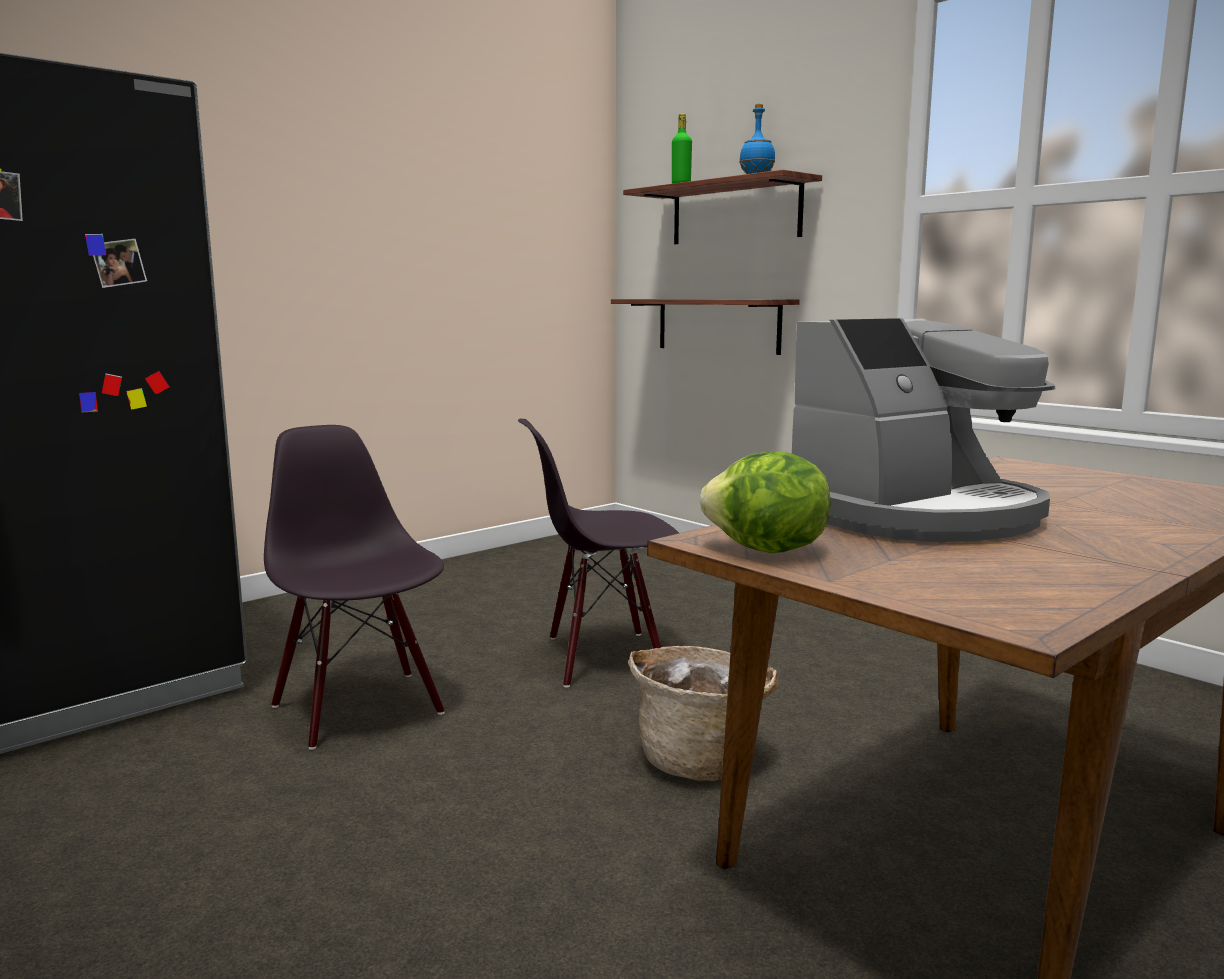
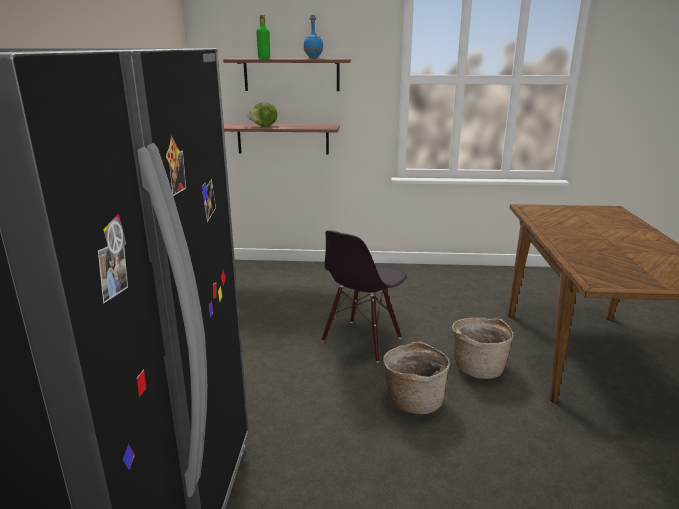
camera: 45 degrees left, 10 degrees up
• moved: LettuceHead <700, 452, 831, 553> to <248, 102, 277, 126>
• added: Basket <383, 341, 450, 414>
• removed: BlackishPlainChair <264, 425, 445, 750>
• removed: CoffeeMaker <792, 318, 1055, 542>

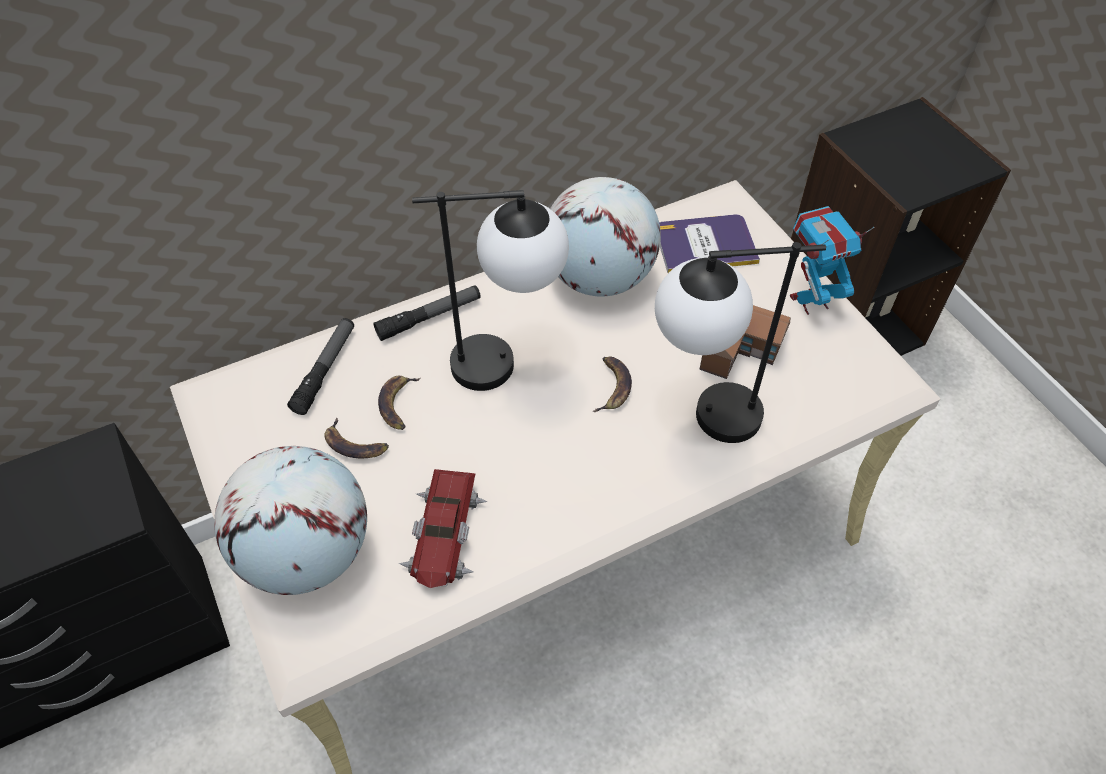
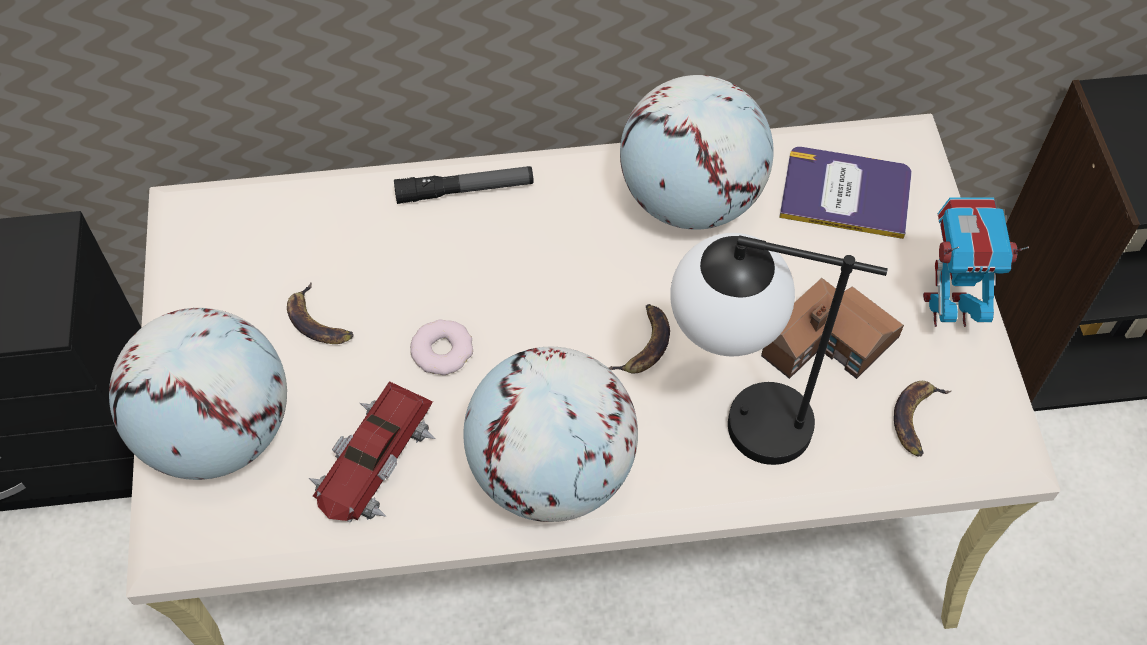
camera: 20 degrees right, 5 degrees up
• added: RingDoughnut <410, 320, 473, 375>
• added: WorldGlobe <463, 347, 638, 522>
• moved: BananaFruit <378, 376, 421, 430> to <894, 381, 951, 457>
• removed: Flashlight <287, 318, 354, 415>
• removed: TableLamp <412, 190, 569, 391>

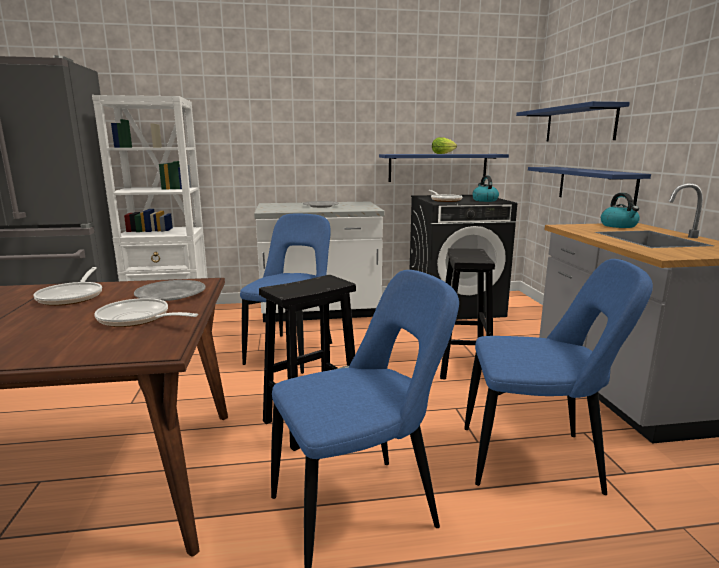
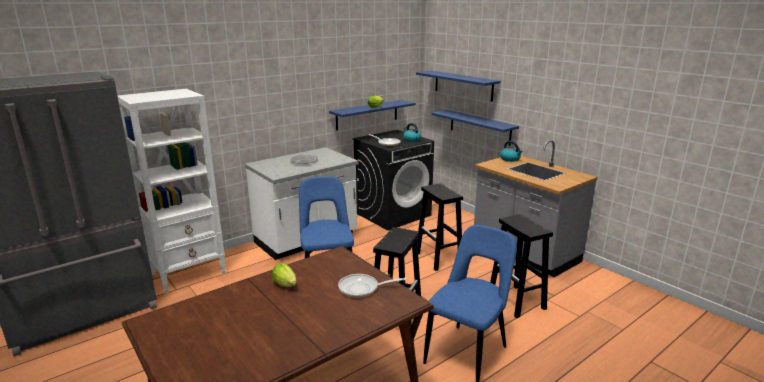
camera: 30 degrees left, 5 degrees up
• replaced: FryingPan <33, 267, 102, 306> to LettuceHead <272, 263, 297, 287>
• replaced: BluishPlainChair <464, 259, 653, 495> to BlackishSittingStool <490, 214, 553, 318>
• removed: GreyishDinnerPlate <134, 280, 206, 301>

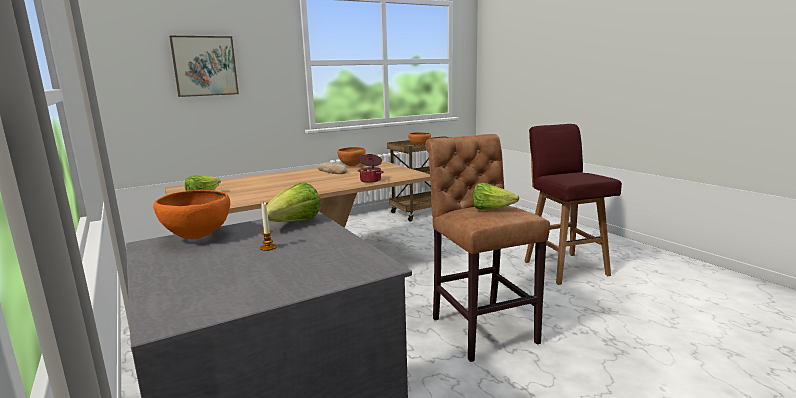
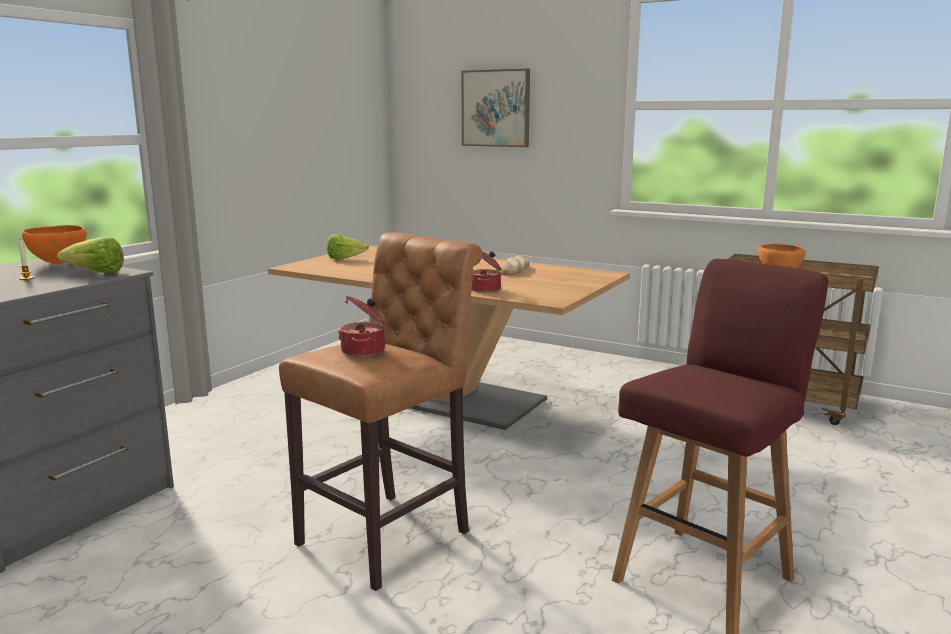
camera: 60 degrees right, 0 degrees up
• replaced: LettuceHead <473, 183, 519, 210> to CookingPot <338, 295, 385, 357>
• removed: OrangeServingBowl <337, 147, 366, 166>

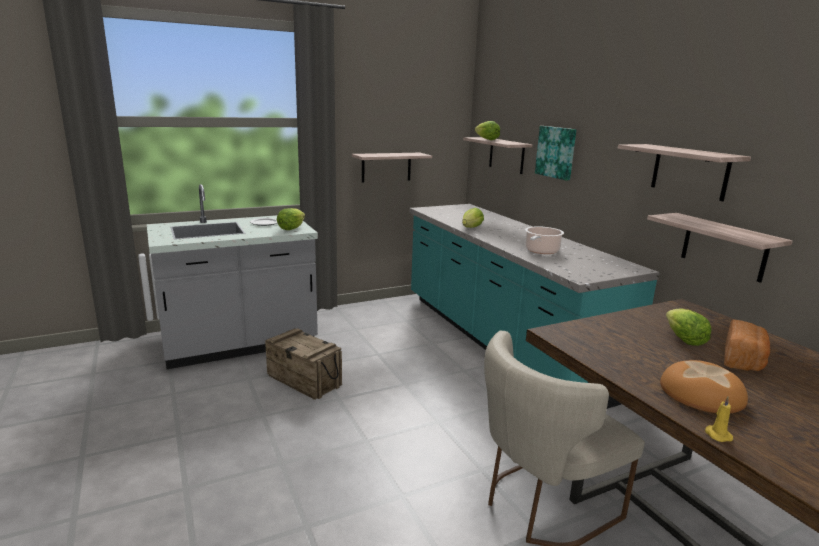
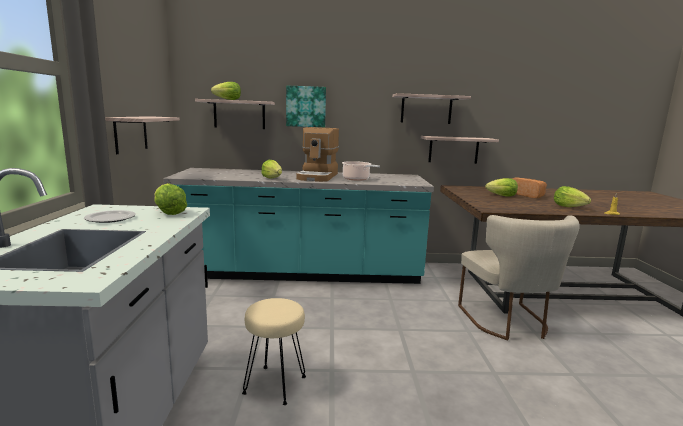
camera: 65 degrees left, 5 degrees down
• replaced: PackingCrate <265, 328, 342, 400> to SandColouredSittingStool <242, 298, 306, 405>
• added: CoffeeMaker <296, 127, 339, 182>
• replaced: BakeryBread <660, 360, 748, 413> to LettuceHead <554, 186, 591, 207>

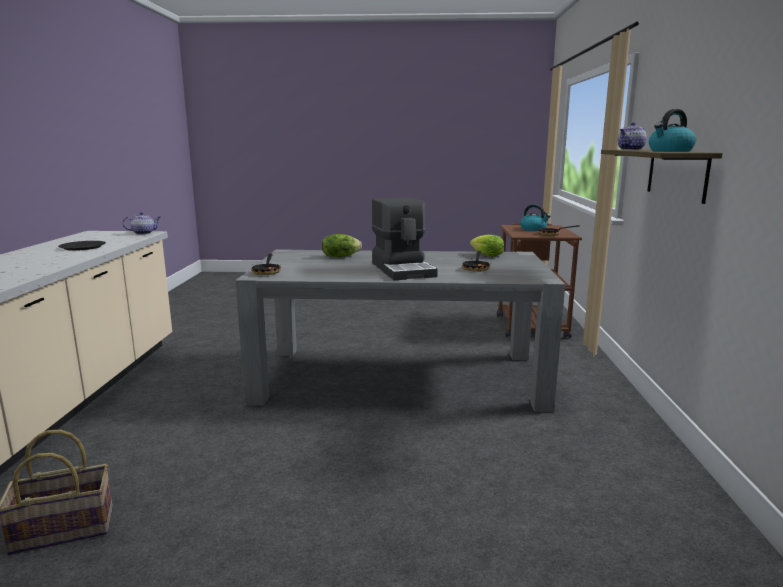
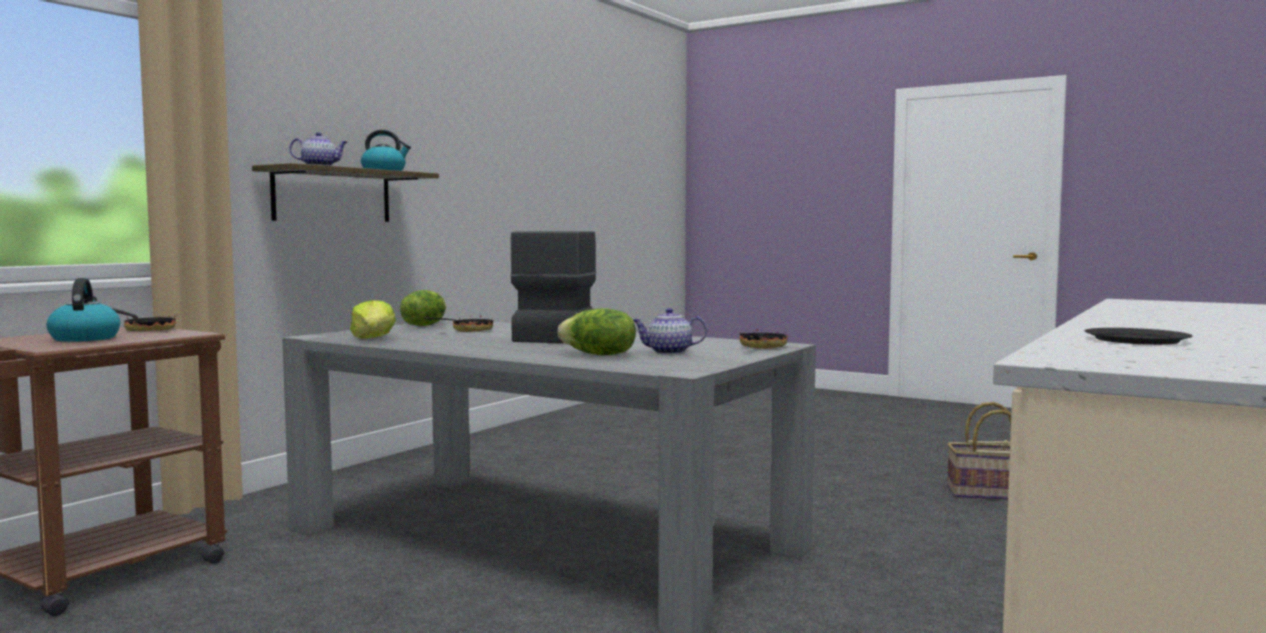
camera: 150 degrees left, 10 degrees down
• added: LettuceHead <400, 290, 446, 326>
• moved: Teapot <122, 212, 160, 234> to <633, 308, 707, 354>

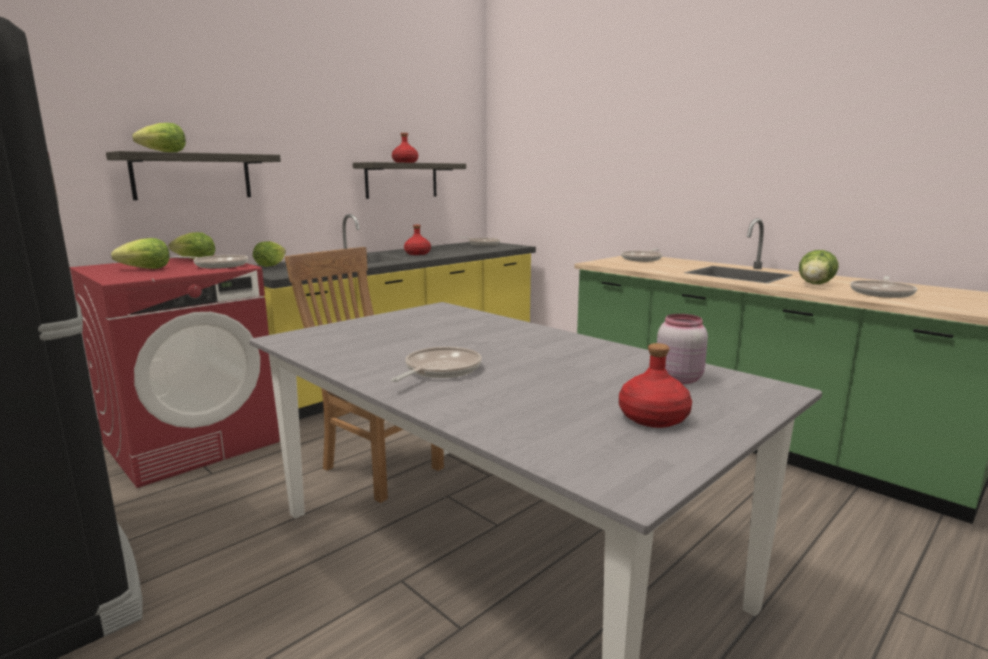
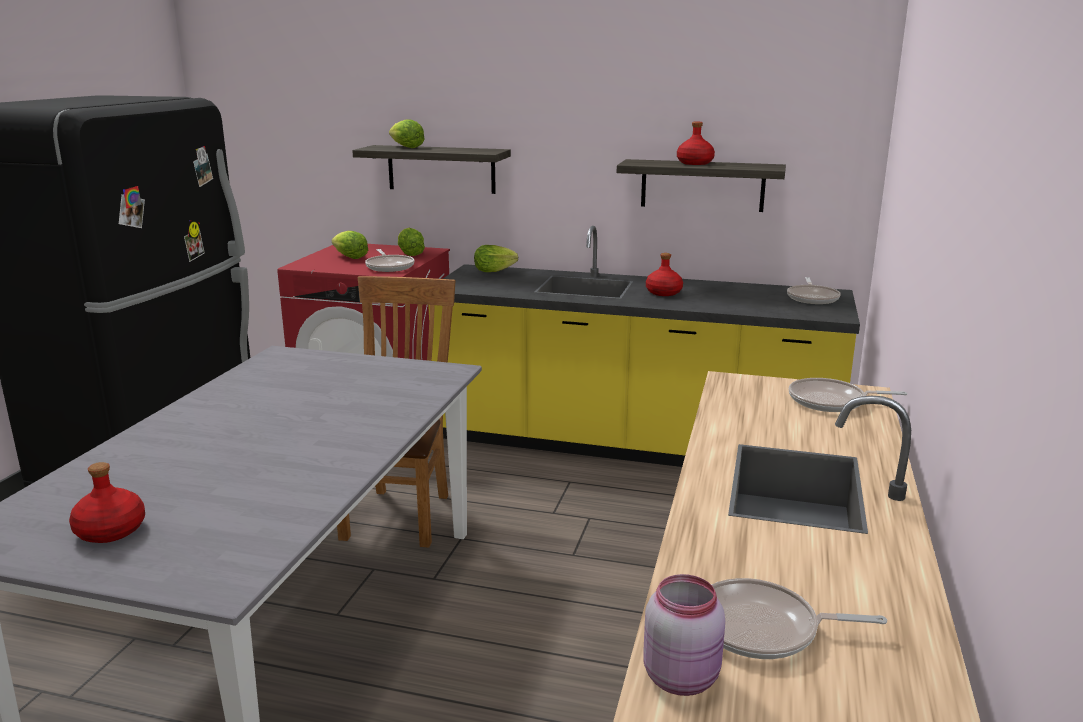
camera: 60 degrees right, 5 degrees up
• moved: PinkColouredPreserveJar <657, 314, 708, 384> to <643, 574, 725, 696>
• removed: FryingPan <391, 347, 482, 382>
• removed: LettuceHead <799, 250, 838, 284>

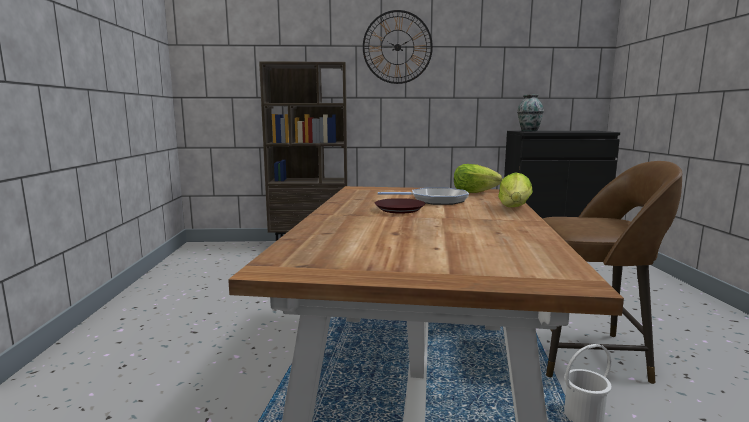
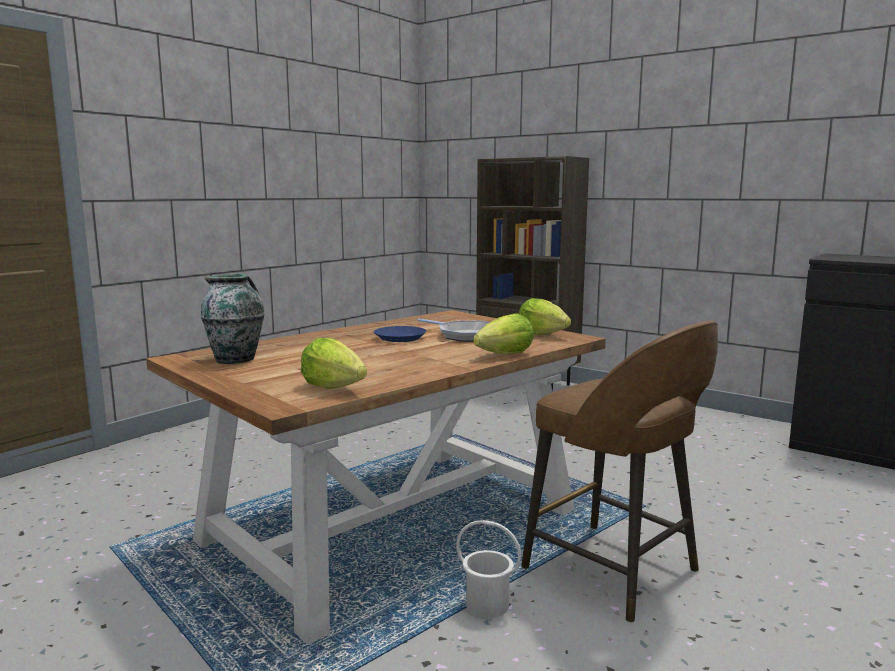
camera: 40 degrees right, 0 degrees up
• moved: FlowerVase <517, 94, 544, 131> to <201, 274, 265, 364>
• added: LettuceHead <301, 338, 367, 389>
• recoloured: BrownDinnerPlate <375, 198, 425, 214> to BluishDinnerPlate <374, 326, 427, 342>
• removed: WallClock <363, 10, 433, 84>

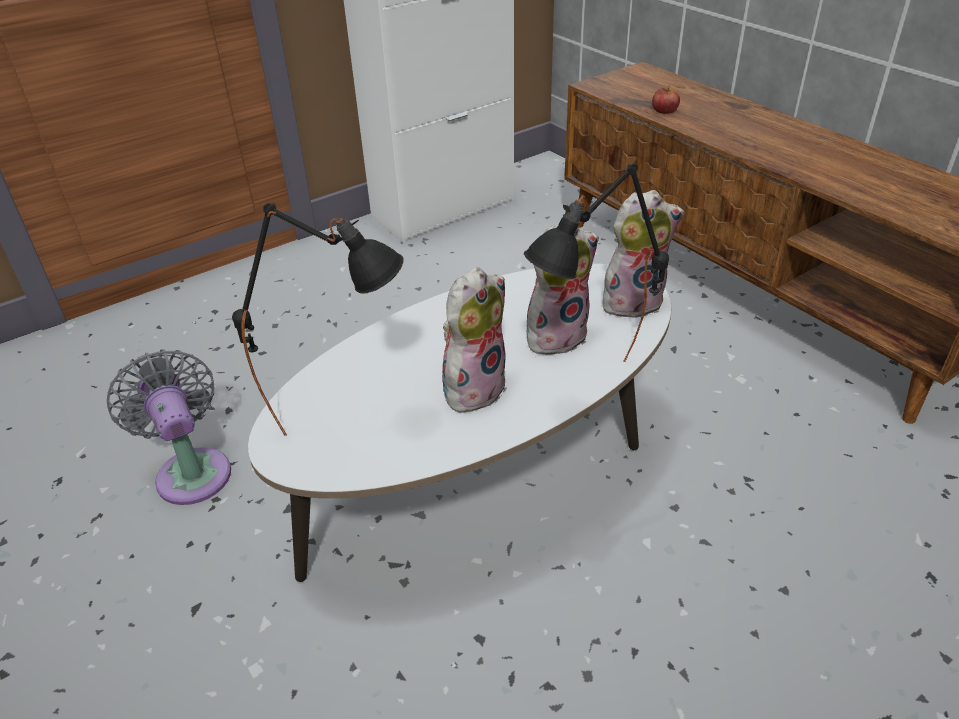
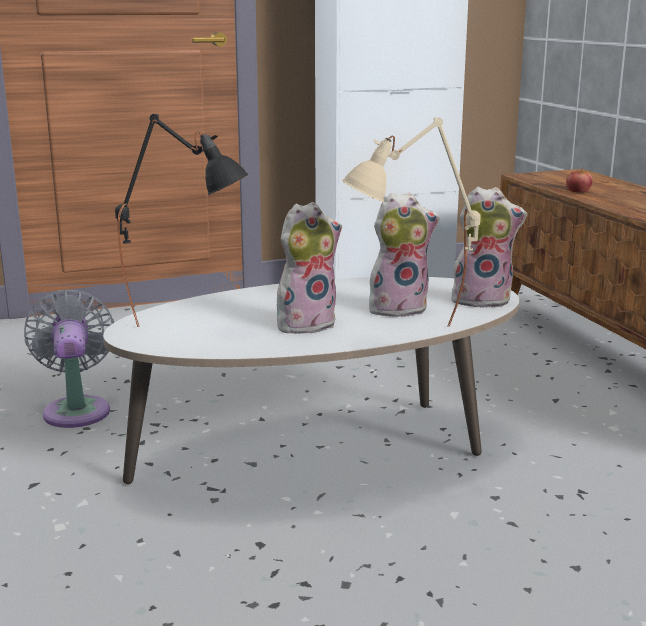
camera: 15 degrees right, 20 degrees down
• recoloured: BlackishTableLamp <524, 163, 669, 362> to SandColouredTableLamp <341, 117, 481, 327>

